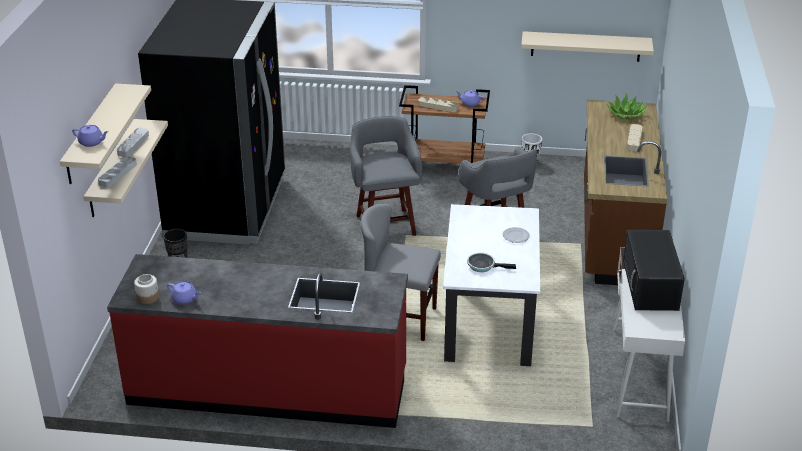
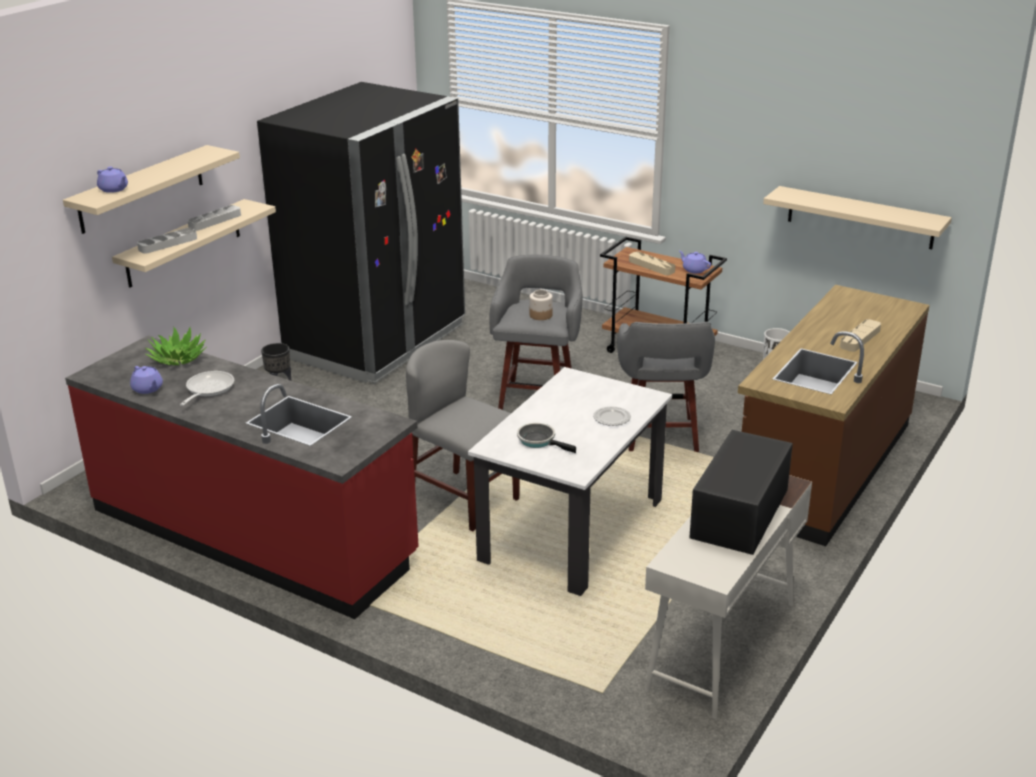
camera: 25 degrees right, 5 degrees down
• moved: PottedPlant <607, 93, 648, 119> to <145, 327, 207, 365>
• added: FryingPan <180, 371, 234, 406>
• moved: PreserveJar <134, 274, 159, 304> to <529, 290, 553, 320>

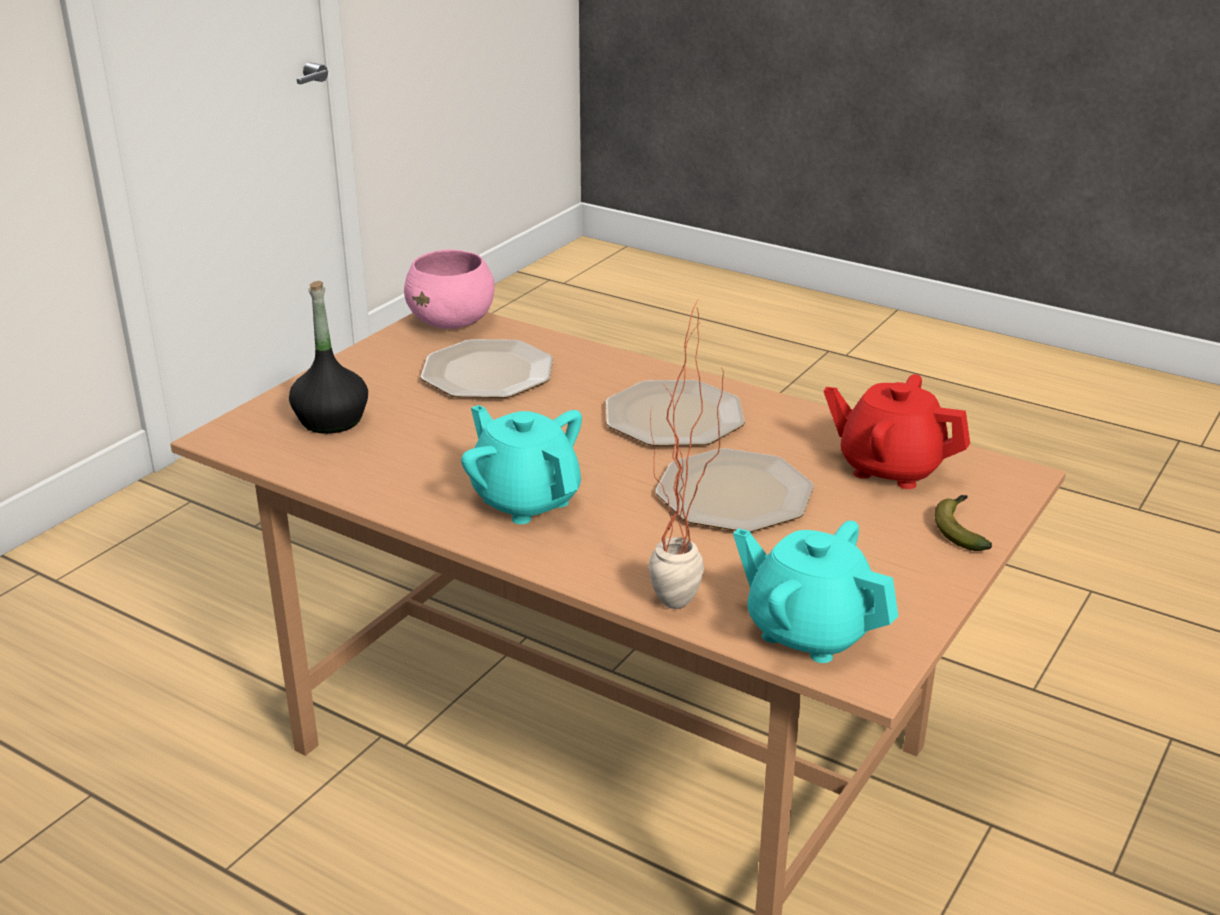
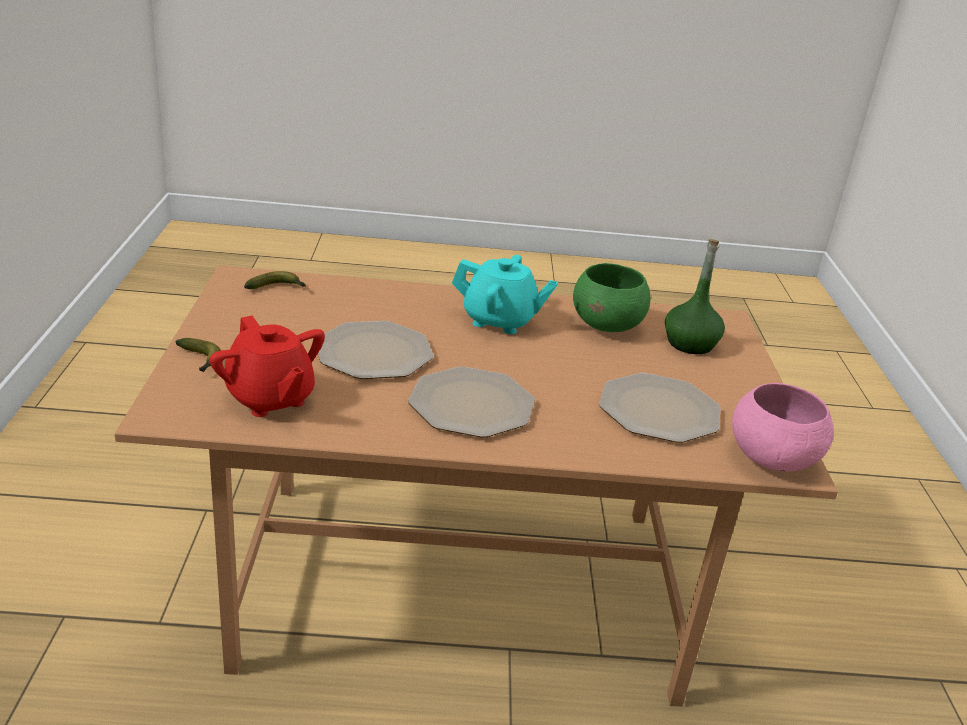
camera: 145 degrees right, 0 degrees up
• turned: RedColouredTeapot <824, 374, 970, 489> = <210, 315, 325, 417> 60 degrees clockwise
• replaced: TurquoiseTeapot <733, 520, 898, 663> to BananaFruit <244, 271, 306, 289>
• added: GreenServingBowl <573, 263, 650, 332>
• recoloured: BlackishBeverageBottle <289, 281, 368, 434> to GreenBeverageBottle <665, 239, 725, 354>
• removed: PottedPlant <648, 300, 724, 609>

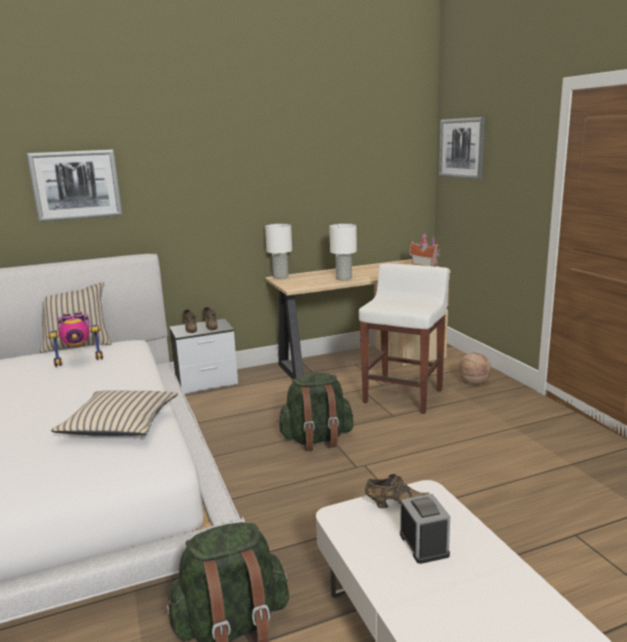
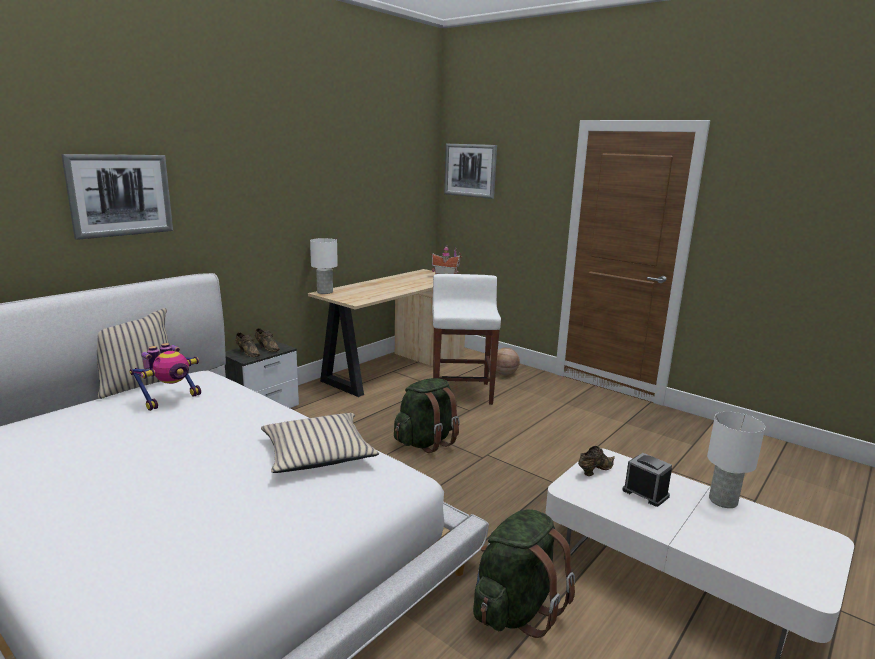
camera: 30 degrees left, 0 degrees up
• moved: WhiteColouredTableLamp <329, 224, 357, 281> to <707, 412, 765, 508>

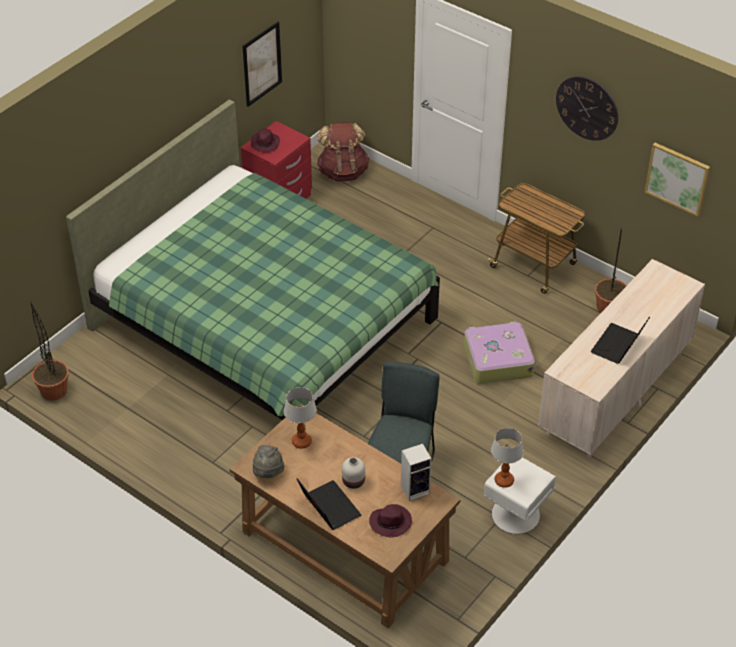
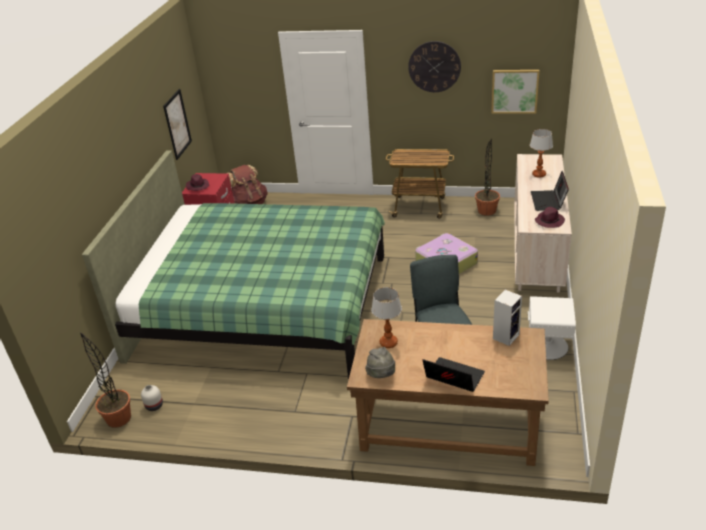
camera: 25 degrees left, 10 degrees down
• moved: WhiteColouredFlowerVase <342, 457, 365, 489> to <141, 385, 163, 411>
• moved: TableLamp <491, 428, 524, 488> to <530, 129, 553, 178>
• moved: PurplishWearableHat <369, 504, 412, 537> to <535, 207, 565, 228>

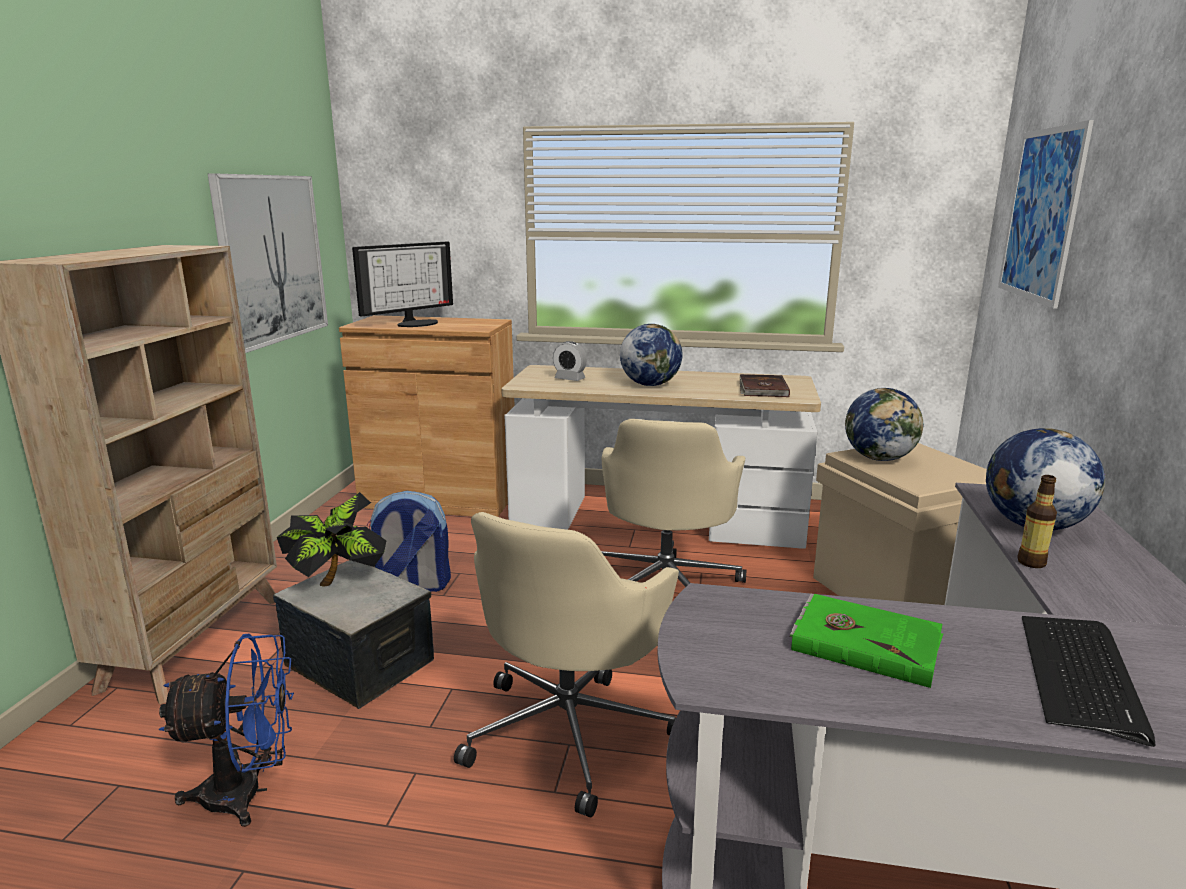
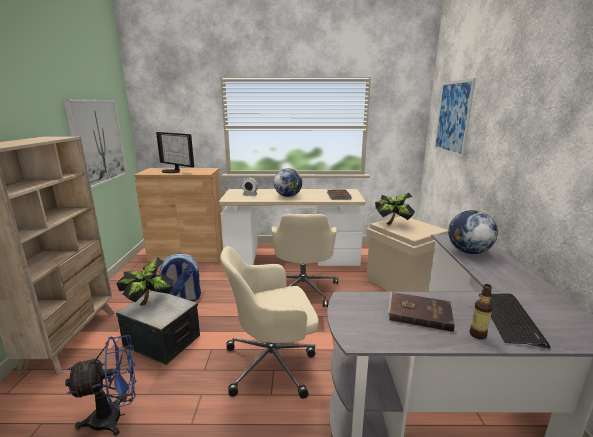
camera: 10 degrees left, 0 degrees up
• turned: ComputerDisplay <352, 242, 453, 327> = <156, 132, 194, 173> 90 degrees clockwise
• turned: SandColouredComputerChair <454, 512, 679, 818> = <220, 246, 319, 399> 60 degrees clockwise
• replaced: WorldGlobe <845, 388, 924, 461> to PottedPlant <375, 193, 415, 225>
• recoloured: GreenBook <789, 594, 943, 688> to BrownBook <387, 292, 455, 332>
• moved: BeverageBottle <1017, 475, 1057, 568> to <469, 284, 493, 339>

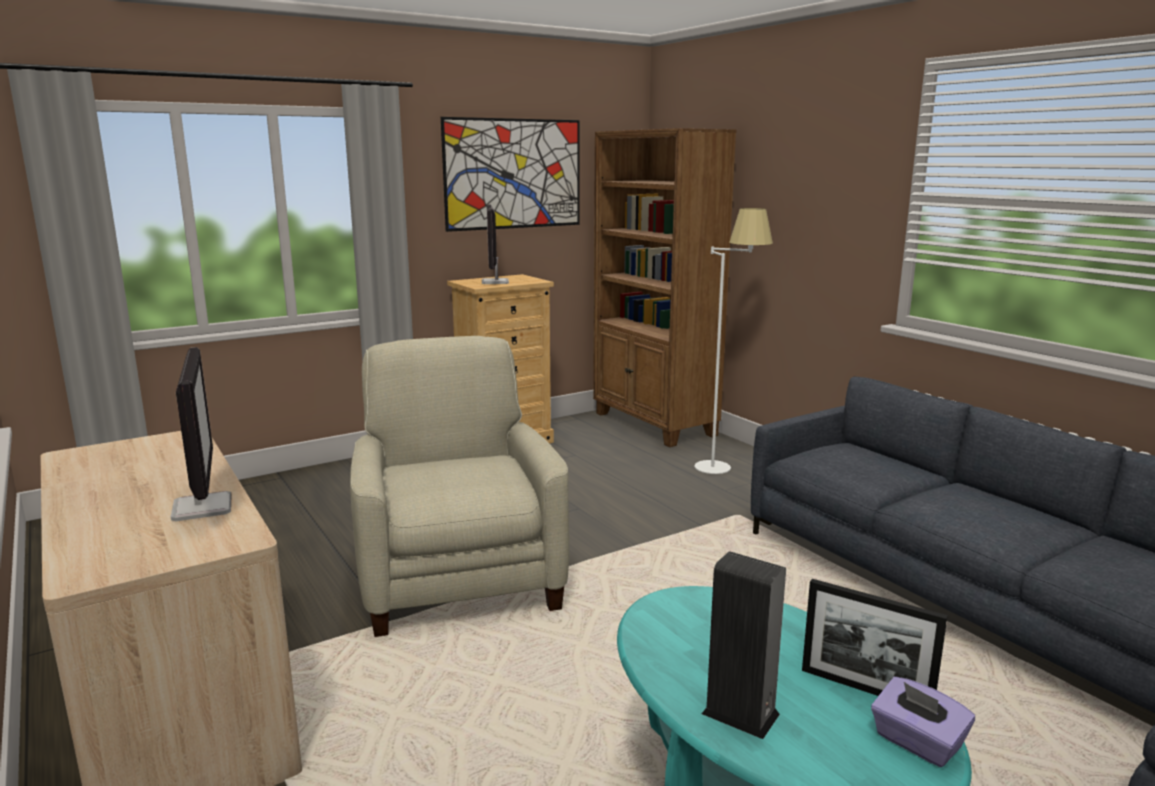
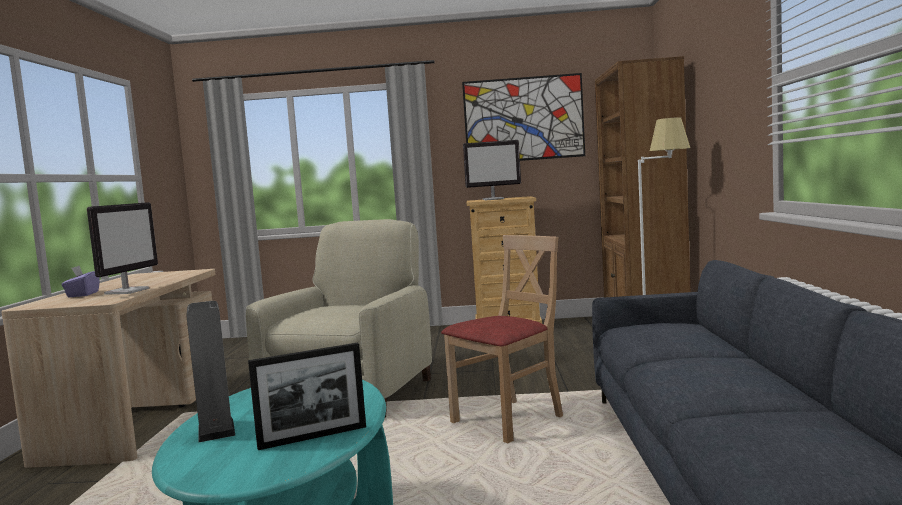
camera: 35 degrees right, 10 degrees down
• moved: PurplishTissueHolder <871, 677, 975, 767> to <61, 266, 100, 297>
• turned: StandingFrame <802, 579, 948, 696> = <248, 343, 366, 450> 90 degrees counterclockwise
• added: SandColouredPlainChair <441, 235, 563, 443>
• turned: ComputerDisplay <482, 205, 509, 284> = <463, 140, 521, 200> 120 degrees counterclockwise

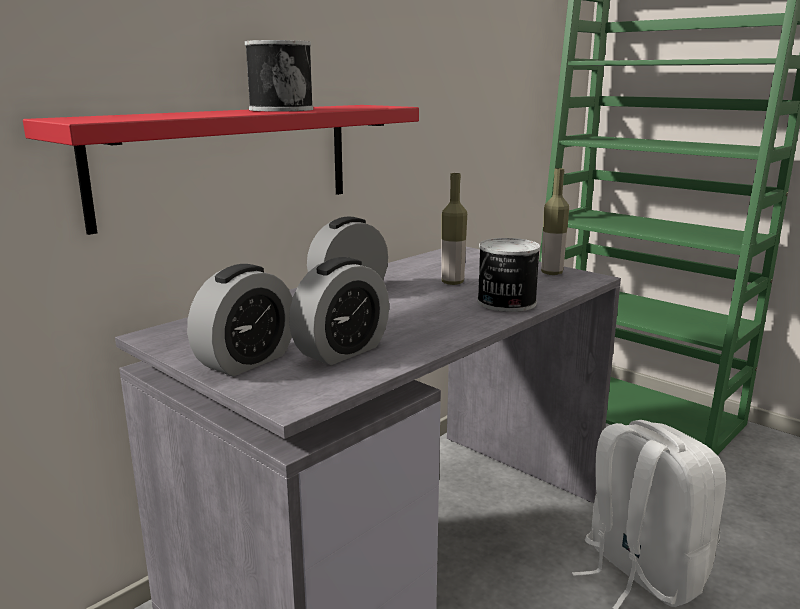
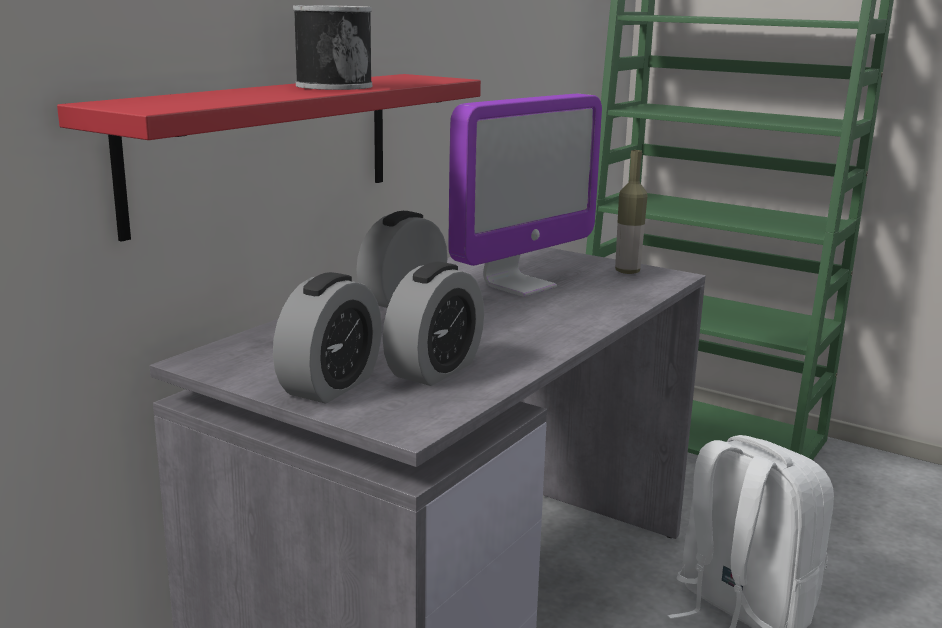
camera: 10 degrees left, 0 degrees up
• replaced: BeverageBottle <441, 173, 467, 285> to ComputerDisplay <449, 94, 602, 297>
• removed: MetalCan <477, 238, 540, 312>

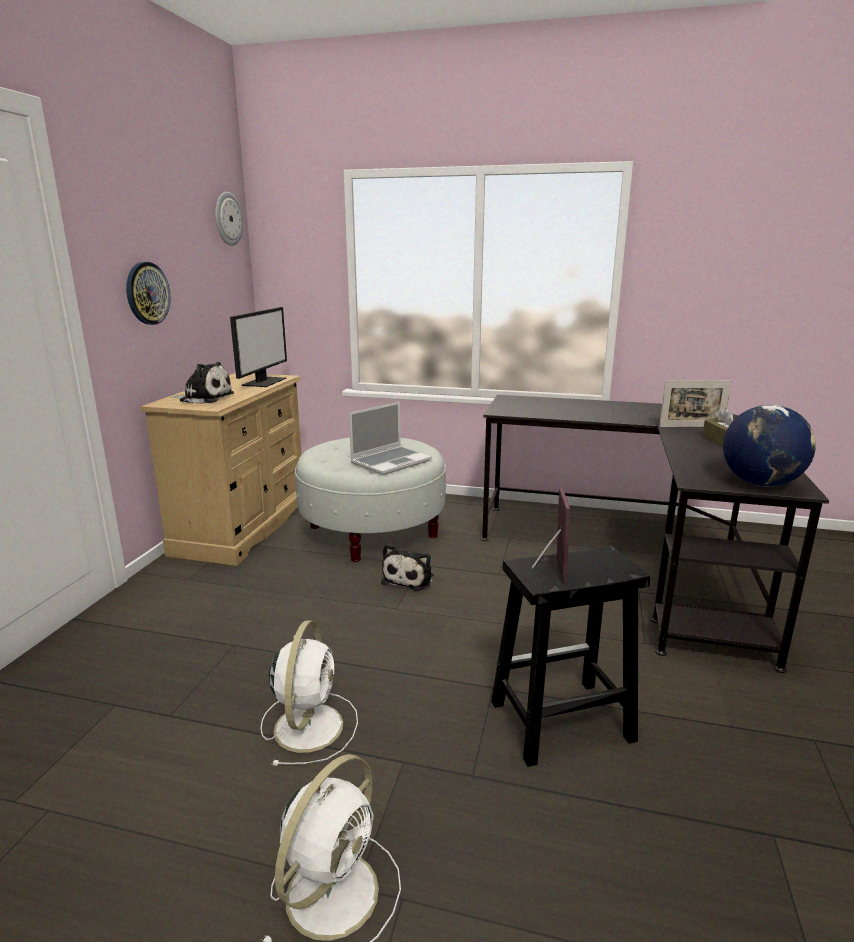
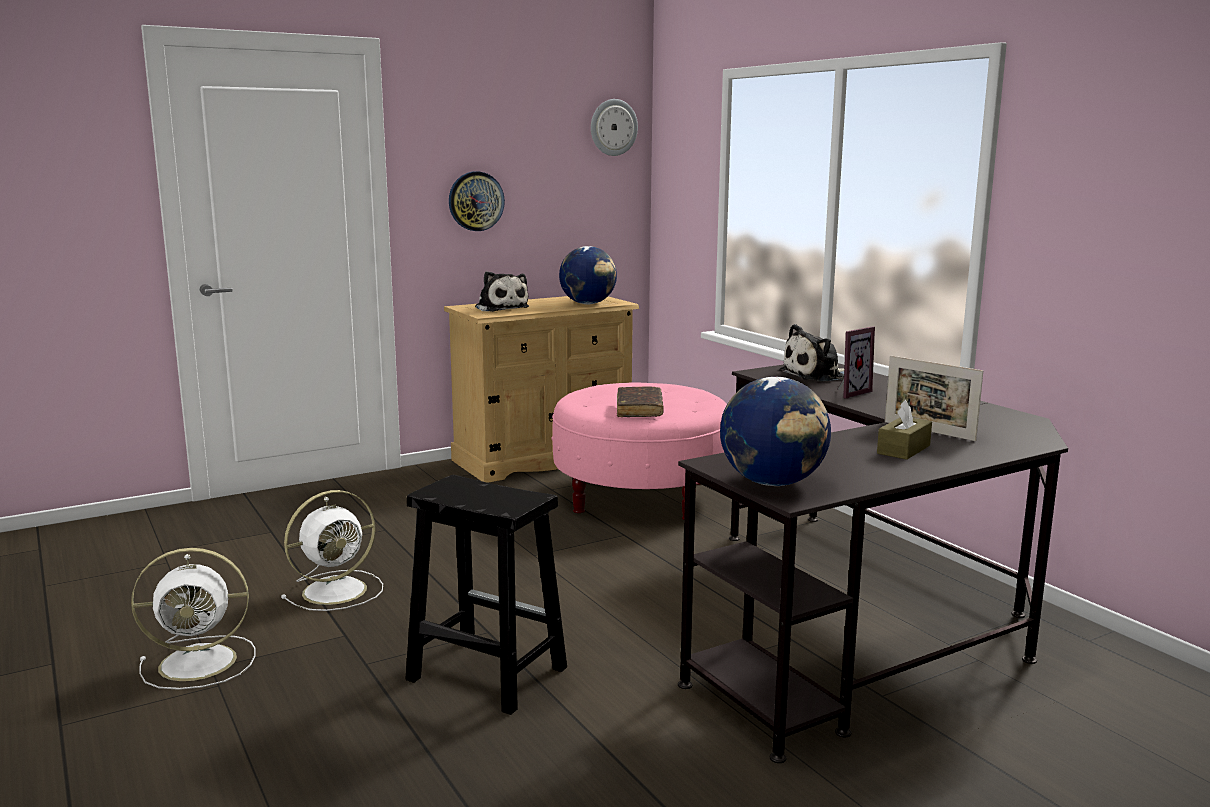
camera: 45 degrees right, 5 degrees down
• recoloured: WhiteColouredPouffe <295, 438, 447, 562> to PinkColouredPouffe <552, 382, 727, 520>
• replaced: ComputerDisplay <230, 307, 287, 387> to WorldGlobe <559, 246, 617, 304>
• replaced: Laptop <349, 402, 432, 475> to BrownBook <617, 386, 664, 417>
• moved: CuddlyToy <381, 544, 434, 591> to <779, 324, 844, 382>
• moved: StandingFrame <532, 488, 570, 583> to <837, 326, 875, 399>

